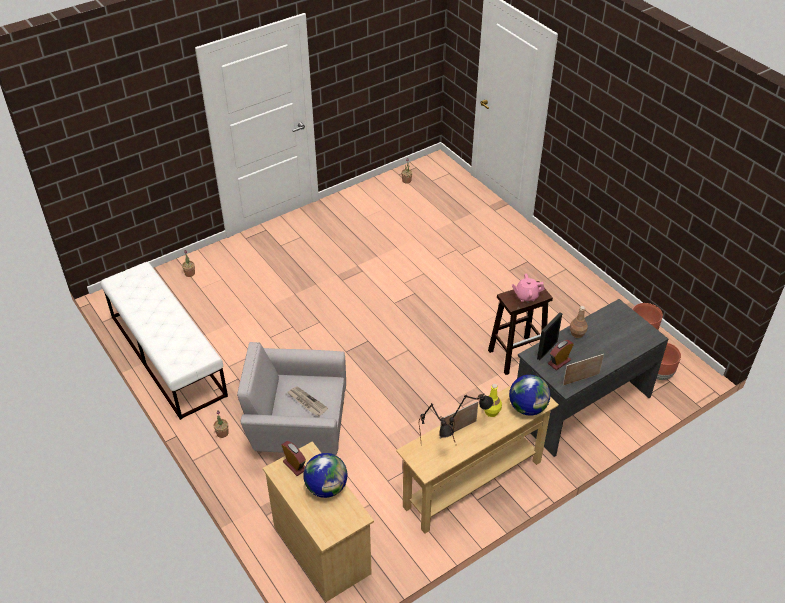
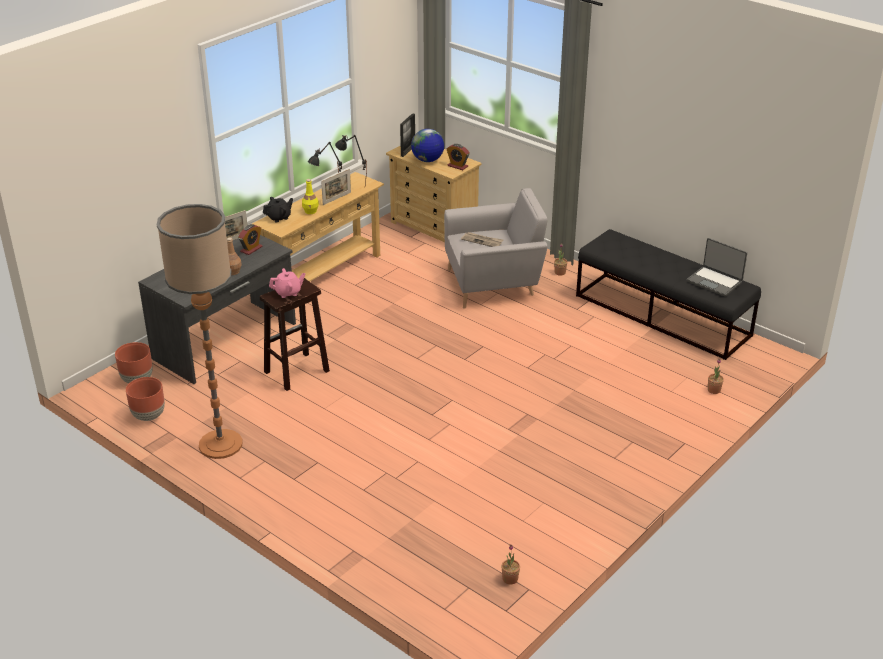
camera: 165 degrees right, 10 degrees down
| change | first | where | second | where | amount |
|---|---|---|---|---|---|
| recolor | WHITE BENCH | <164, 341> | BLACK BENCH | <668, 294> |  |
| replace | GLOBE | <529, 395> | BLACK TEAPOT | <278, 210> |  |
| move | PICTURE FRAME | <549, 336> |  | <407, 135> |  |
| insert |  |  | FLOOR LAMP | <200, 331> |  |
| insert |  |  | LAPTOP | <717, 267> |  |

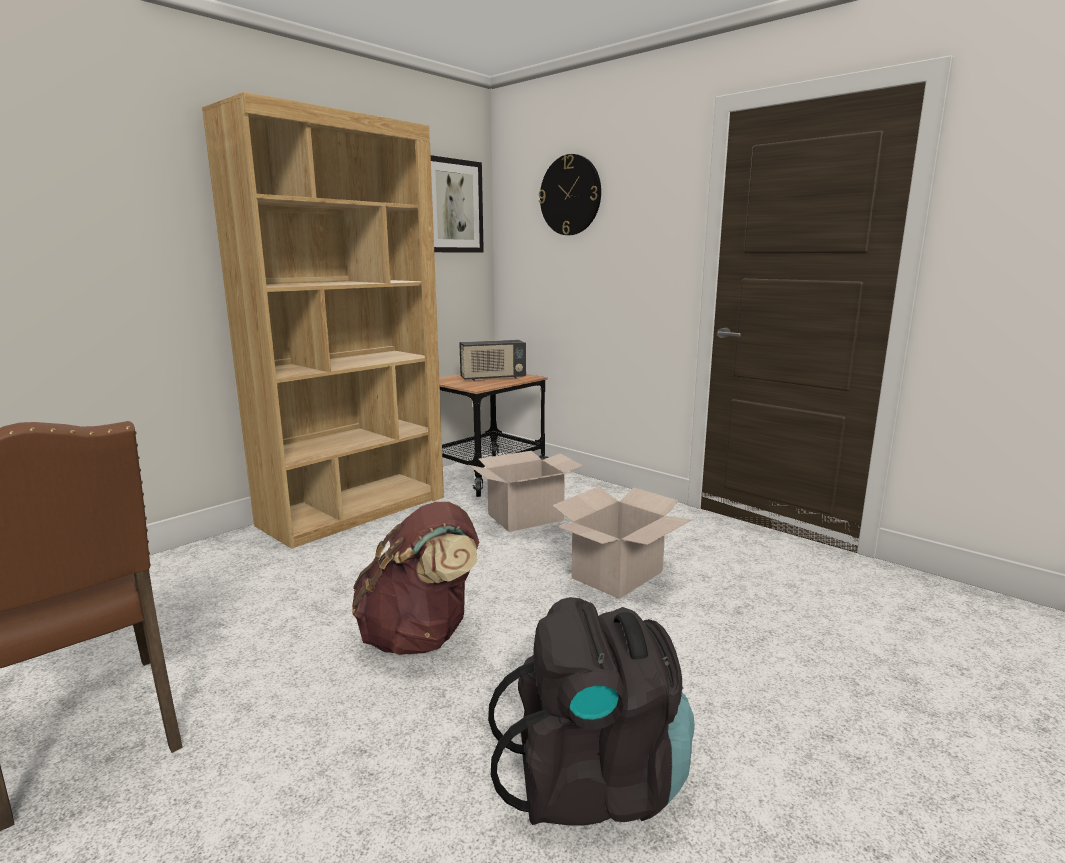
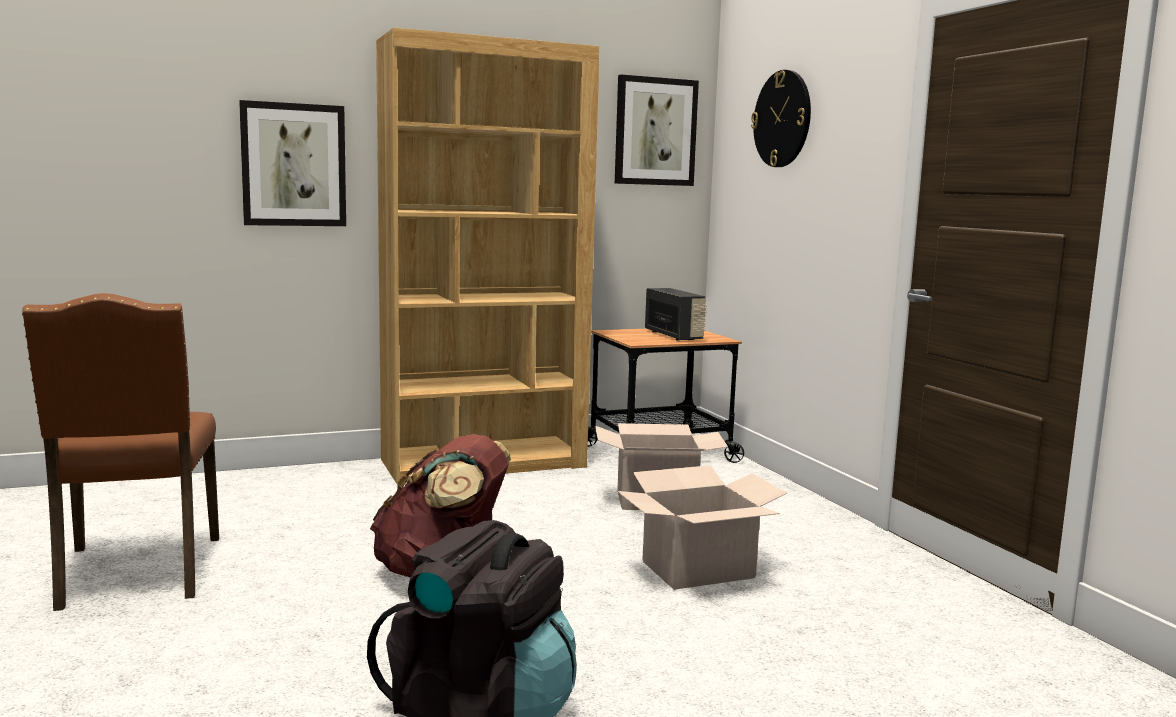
camera: 25 degrees right, 5 degrees down
| change | first | where | second | where | amount |
|---|---|---|---|---|---|
| rotate | RADIO | <492, 360> |  | <676, 314> | 120 degrees counterclockwise |
| insert |  |  | PICTURE | <292, 163> |  |

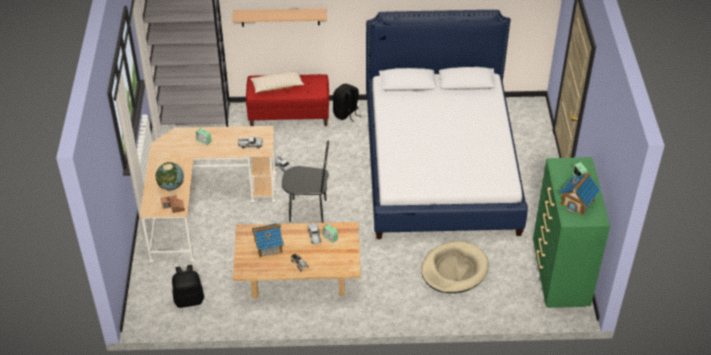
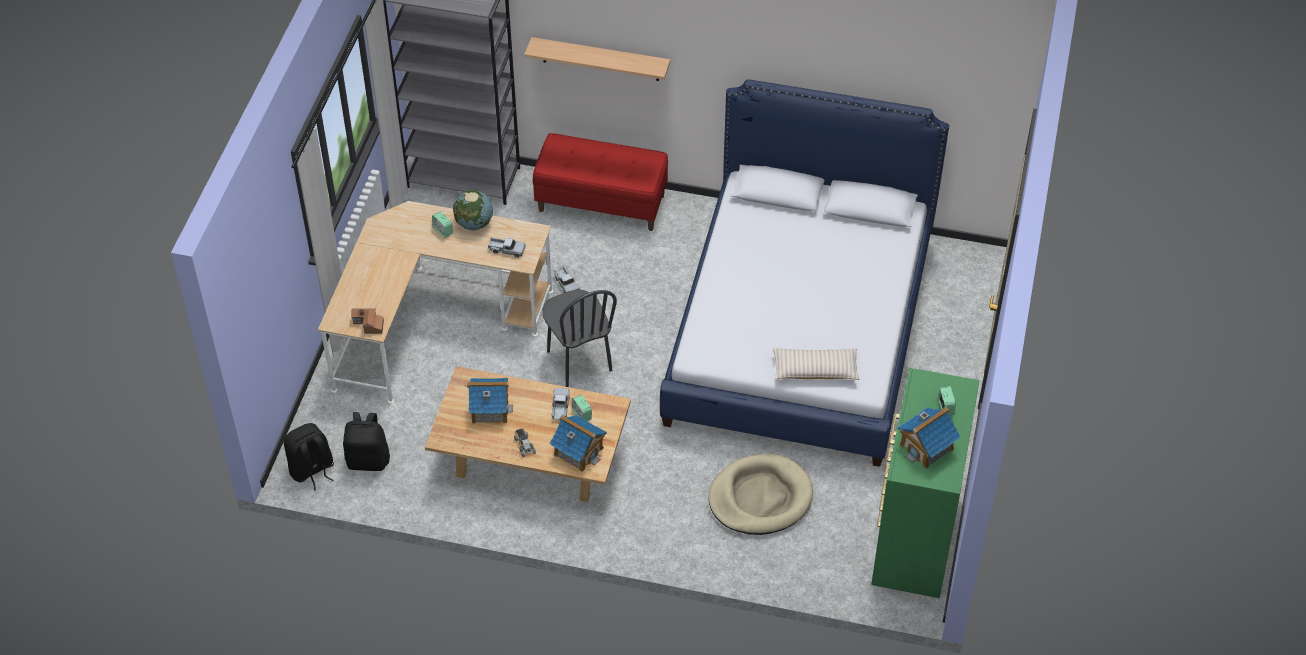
camera: 15 degrees right, 5 degrees up
| change | first | where | second | where | amount |
|---|---|---|---|---|---|
| move | GLOBE | <169, 176> |  | <473, 210> |  |
| move | BEIGE PILLOW | <277, 81> |  | <816, 364> |  |
| rotate | BLACK CHAIR | <305, 182> |  | <580, 338> | 45 degrees clockwise |
| move | BLACK BACKPACK | <346, 103> |  | <309, 457> |  |
| insert |  |  | TOY HOUSE | <578, 443> |  |

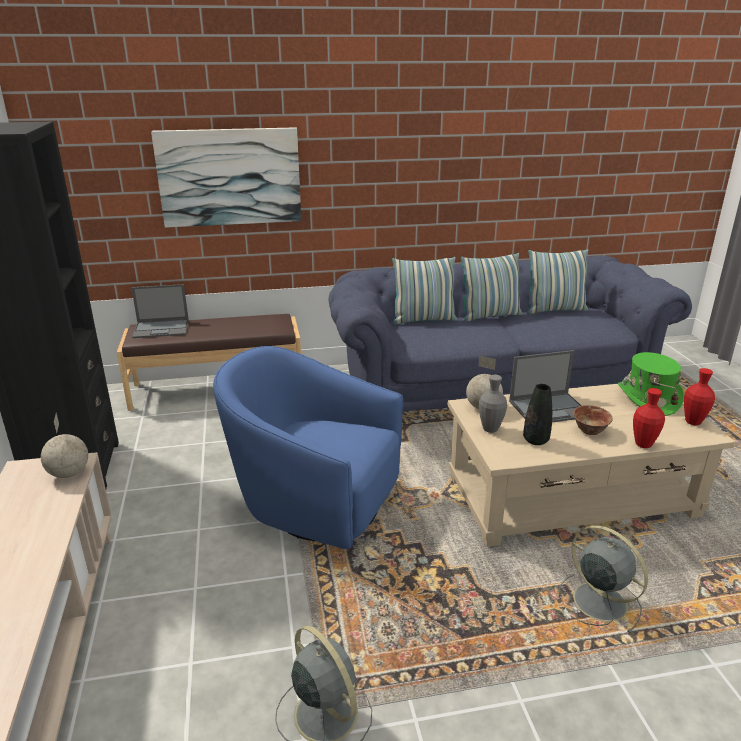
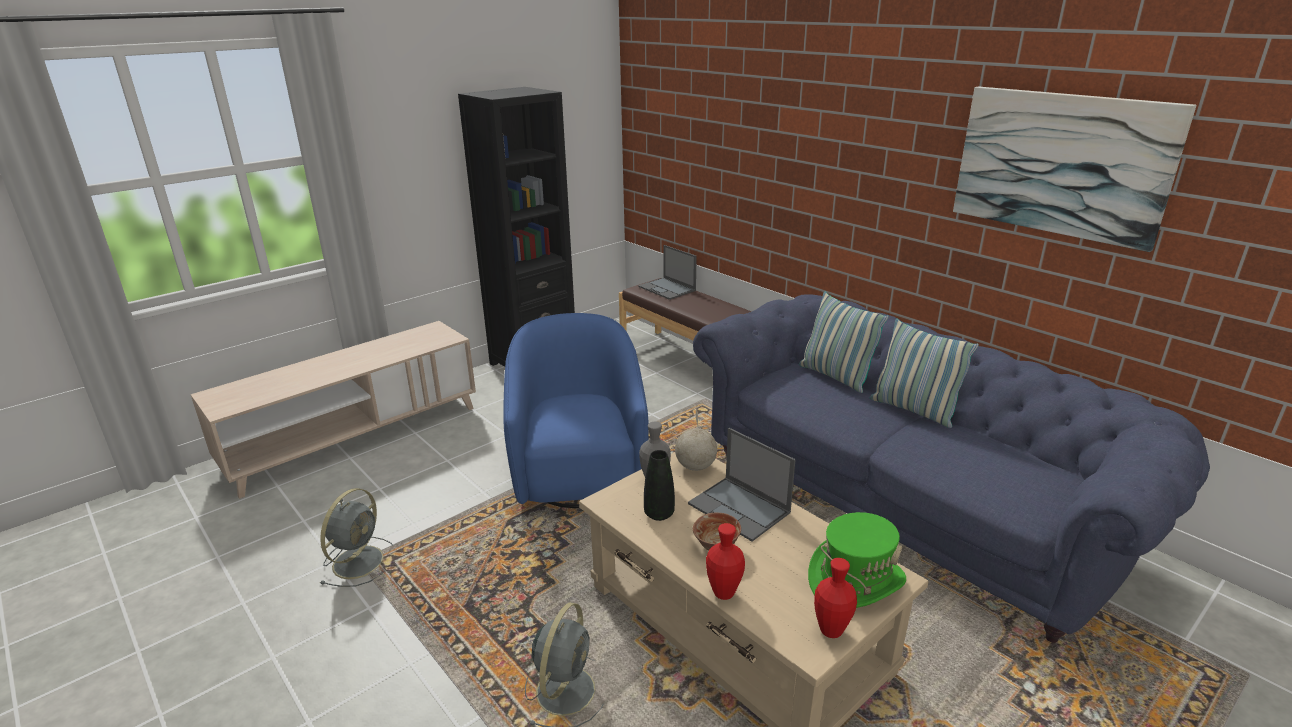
camera: 60 degrees right, 0 degrees up
| change | first | where | second | where | amount |
|---|---|---|---|---|---|
| delete | GLOBE | <64, 445> |  |  |  |
| move | PICTURE | <226, 177> |  | <1075, 169> |  |
| delete | PILLOW | <557, 281> |  |  |  |

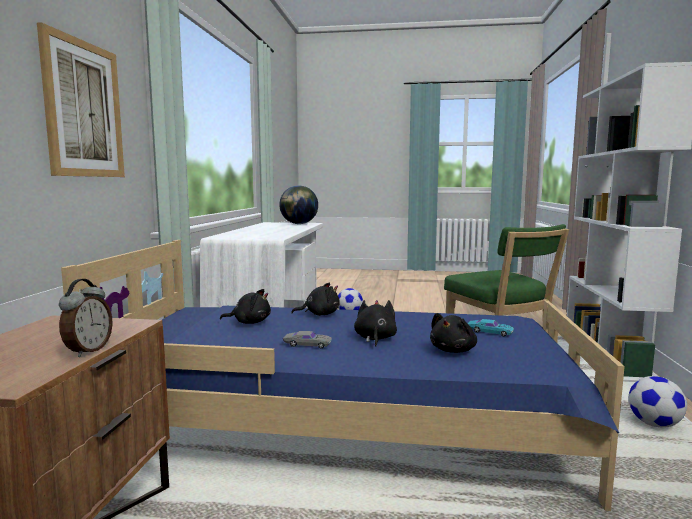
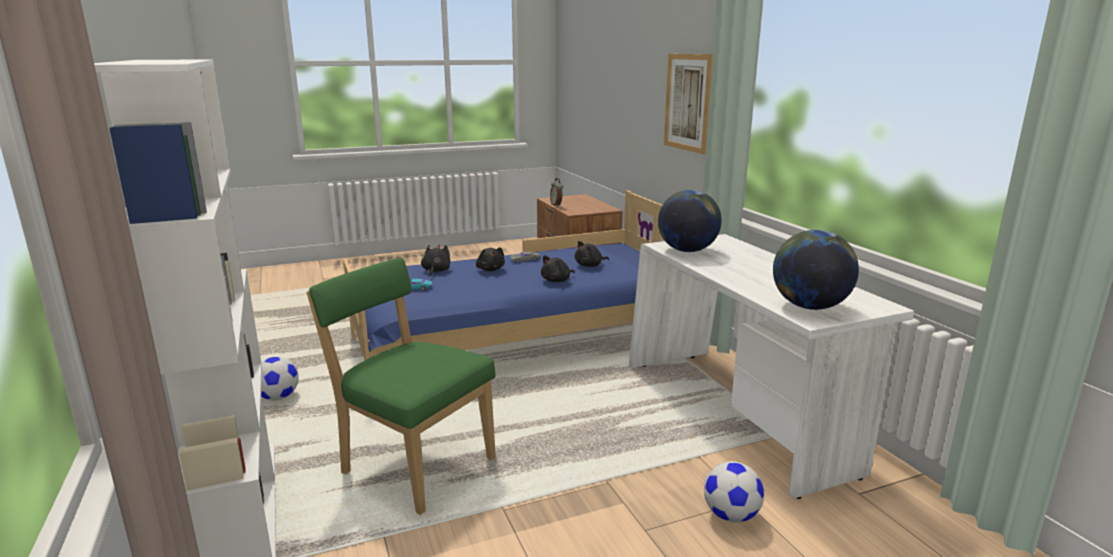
camera: 150 degrees right, 10 degrees up
| change | first | where | second | where | amount |
|---|---|---|---|---|---|
| insert |  |  | GLOBE | <690, 221> |  |

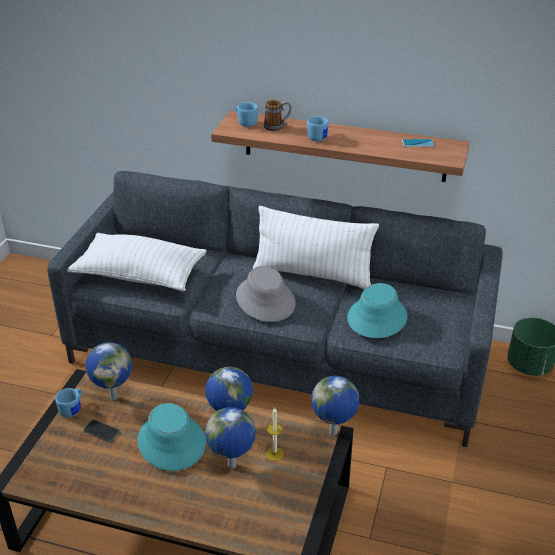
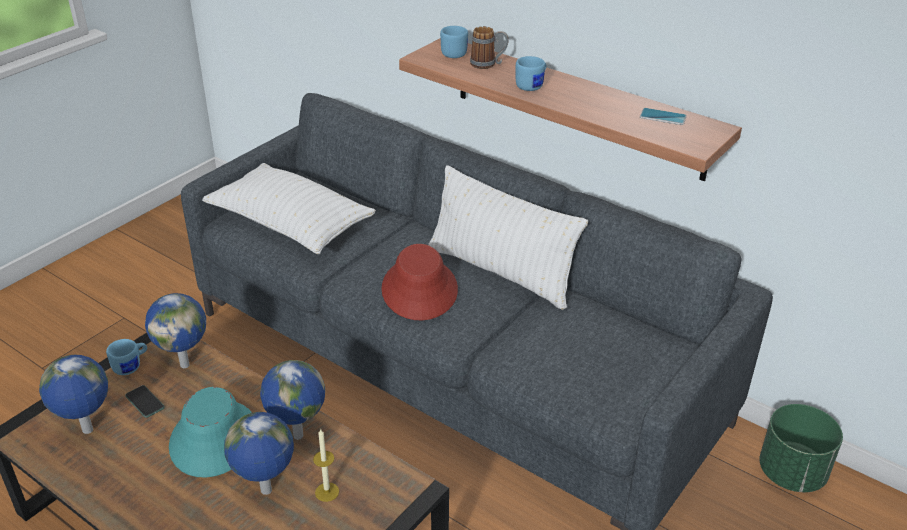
camera: 20 degrees right, 0 degrees up
| change | first | where | second | where | amount |
|---|---|---|---|---|---|
| recolor | GREY HAT | <266, 294> | RED HAT | <420, 282> |  |
| move | GLOBE | <335, 405> |  | <73, 394> |  |
| delete | TURQUOISE HAT | <377, 310> |  |  |  |

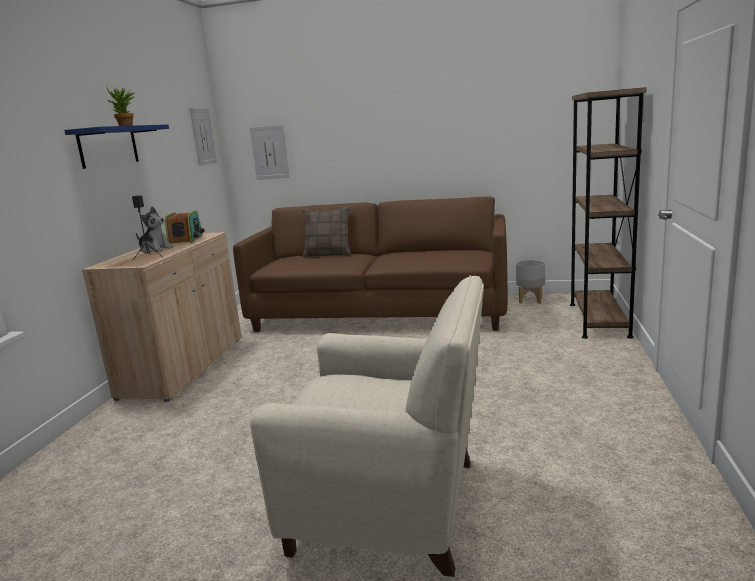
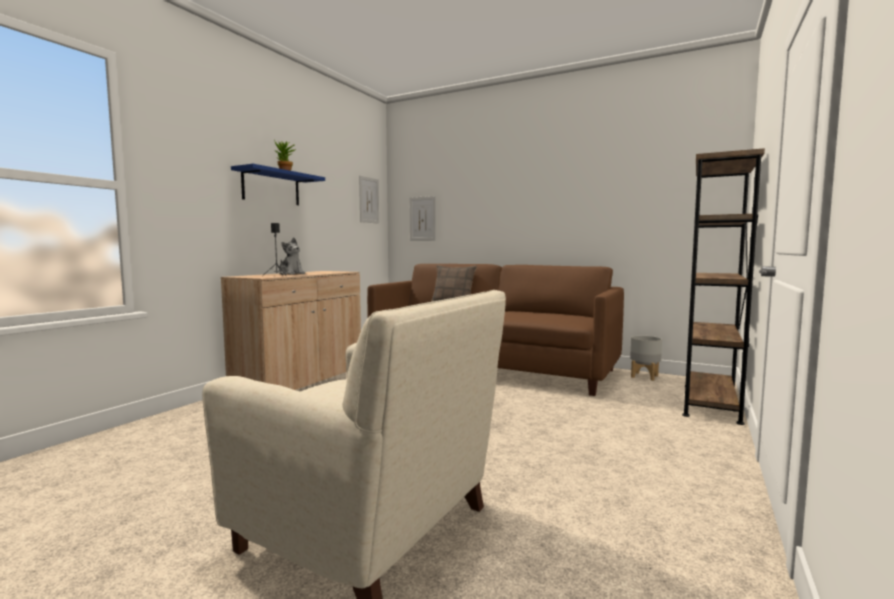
camera: 15 degrees right, 10 degrees down
| change | first | where | second | where | amount |
|---|---|---|---|---|---|
| delete | RADIO | <185, 227> |  |  |  |

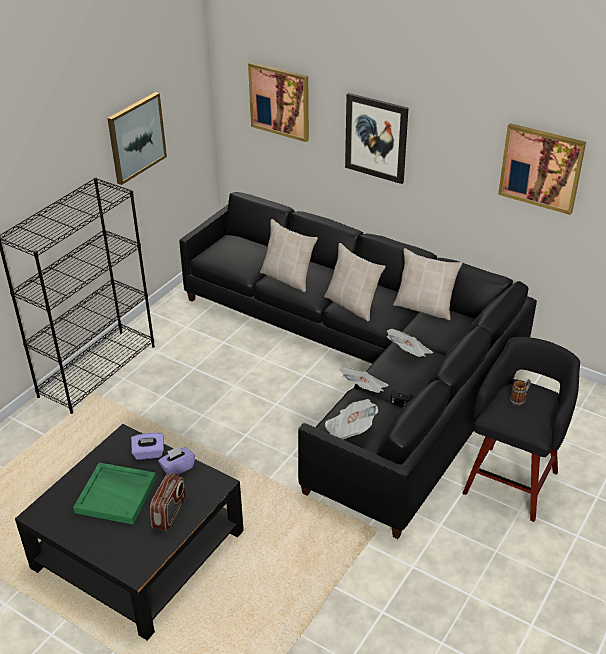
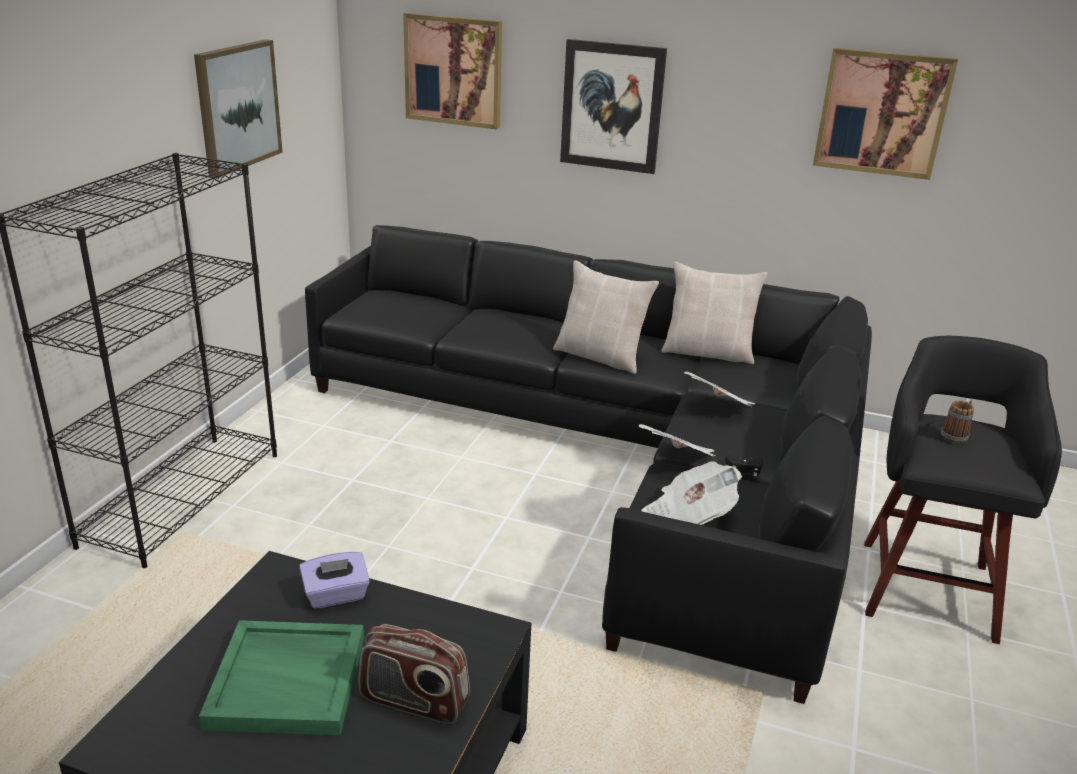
camera: 15 degrees left, 10 degrees down
| change | first | where | second | where | amount |
|---|---|---|---|---|---|
| rotate | RADIO | <168, 502> |  | <414, 674> | 105 degrees clockwise |
| delete | PURPLE TISSUE BOX | <176, 460> |  |  |  |
| delete | BEIGE PILLOW | <289, 255> |  |  |  |

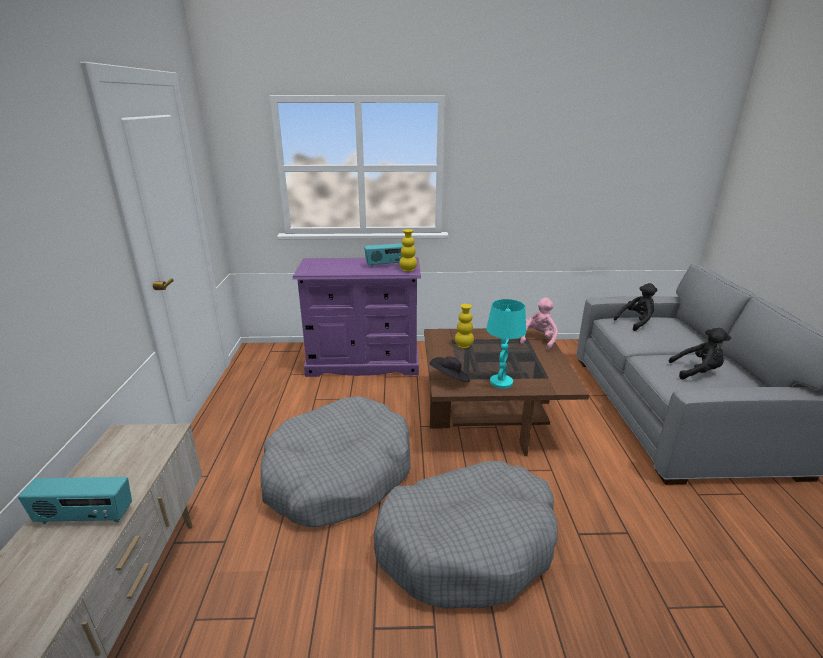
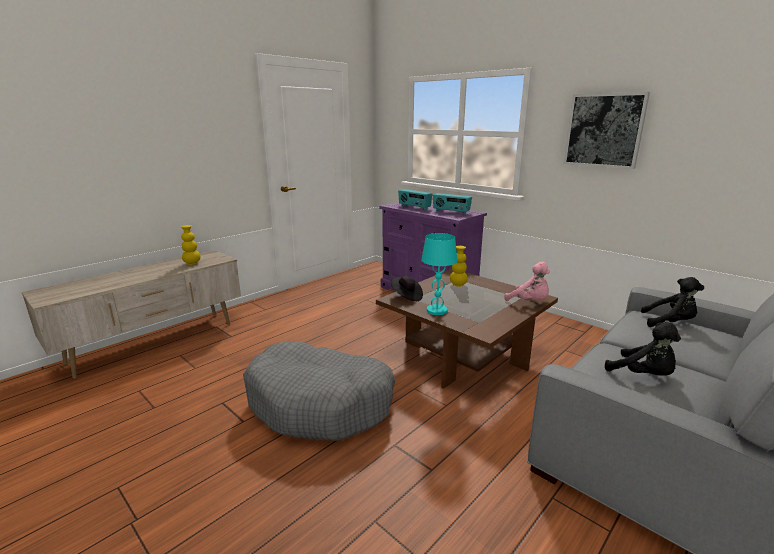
camera: 45 degrees right, 5 degrees down
| change | first | where | second | where | amount |
|---|---|---|---|---|---|
| move | RADIO | <75, 500> |  | <415, 199> |  |
| delete | GREY DOG BED | <336, 462> |  |  |  |
| move | YELLOW VASE | <408, 250> |  | <191, 245> |  |
| rotate | PINK PLUSH TOY | <539, 324> |  | <527, 281> | 60 degrees clockwise |
| insert |  |  | PICTURE | <606, 130> |  |

